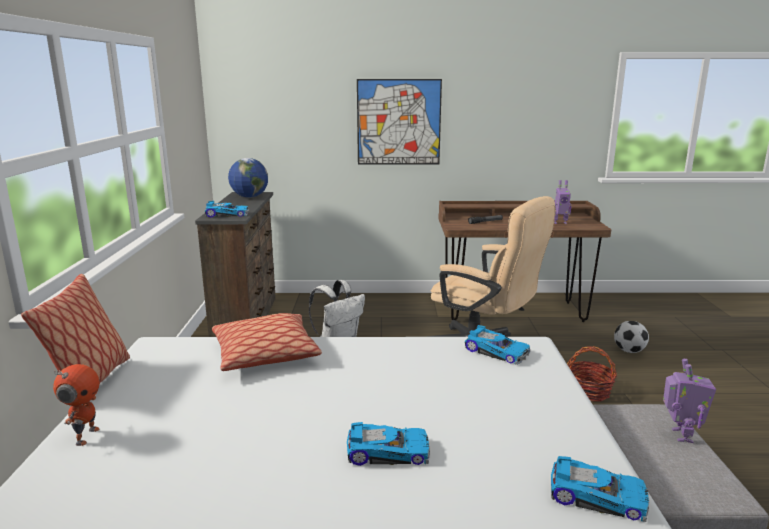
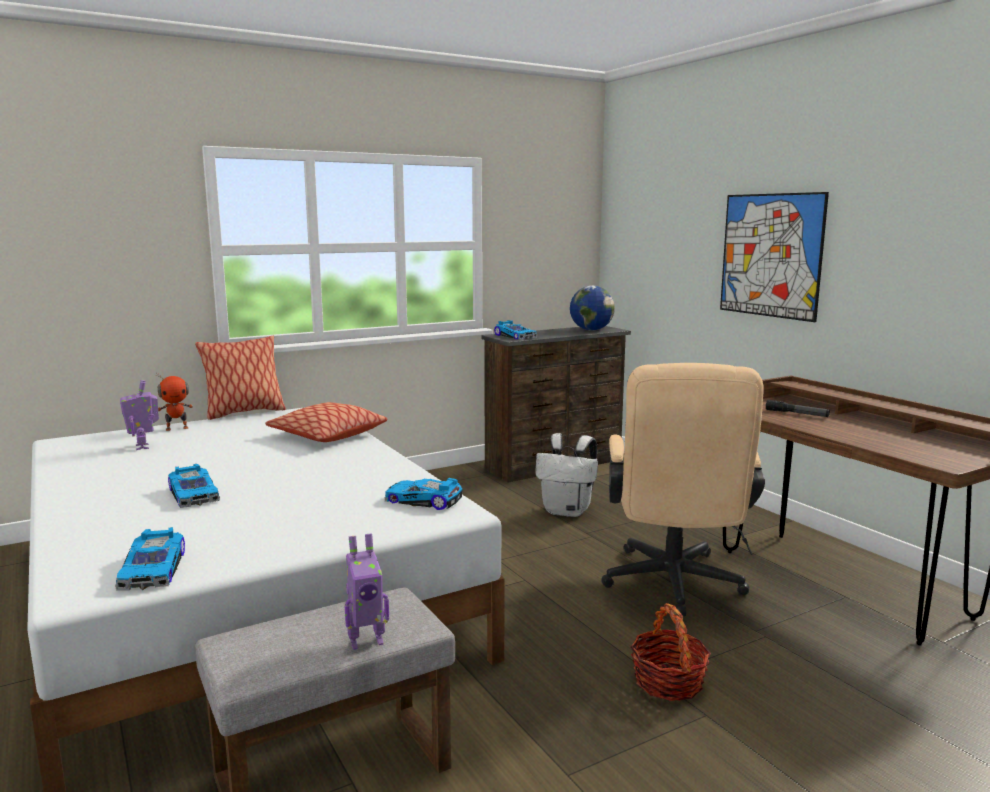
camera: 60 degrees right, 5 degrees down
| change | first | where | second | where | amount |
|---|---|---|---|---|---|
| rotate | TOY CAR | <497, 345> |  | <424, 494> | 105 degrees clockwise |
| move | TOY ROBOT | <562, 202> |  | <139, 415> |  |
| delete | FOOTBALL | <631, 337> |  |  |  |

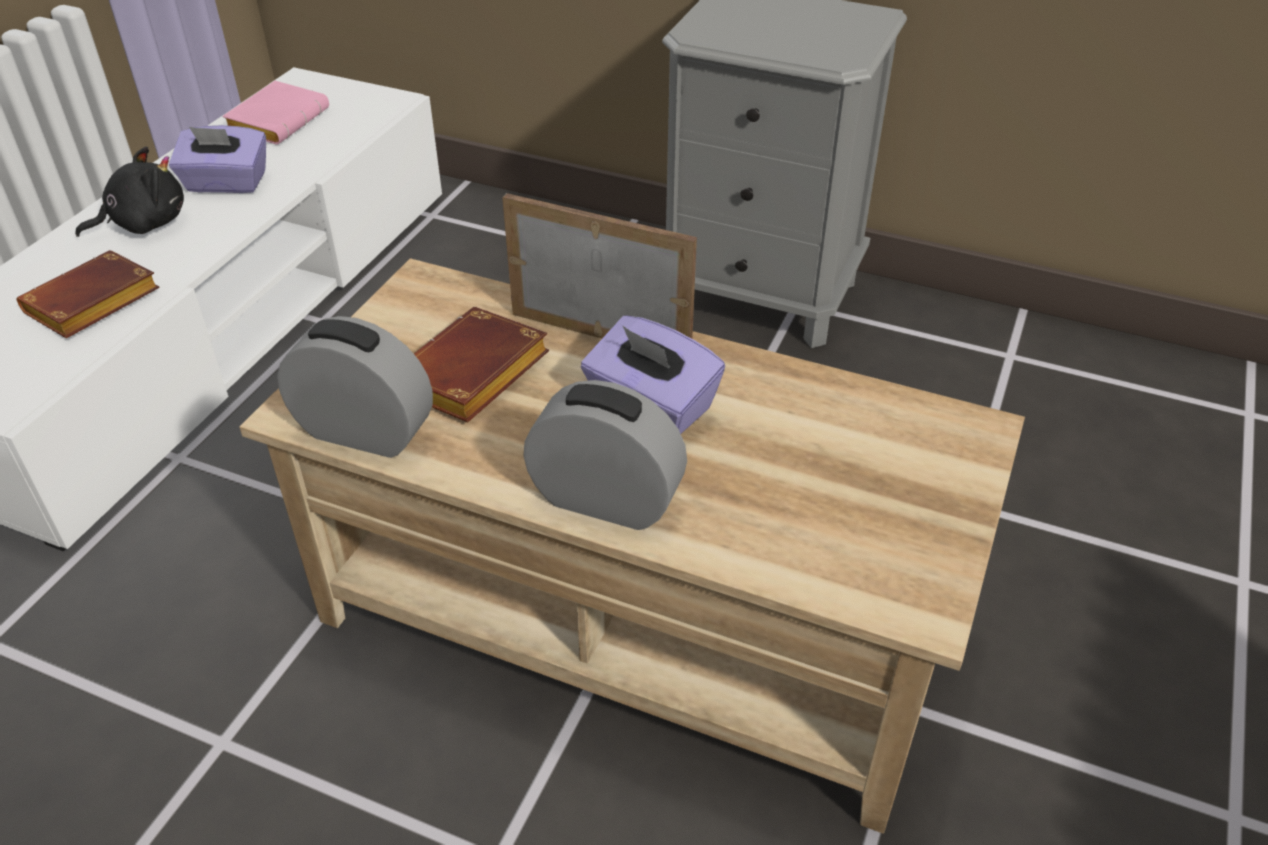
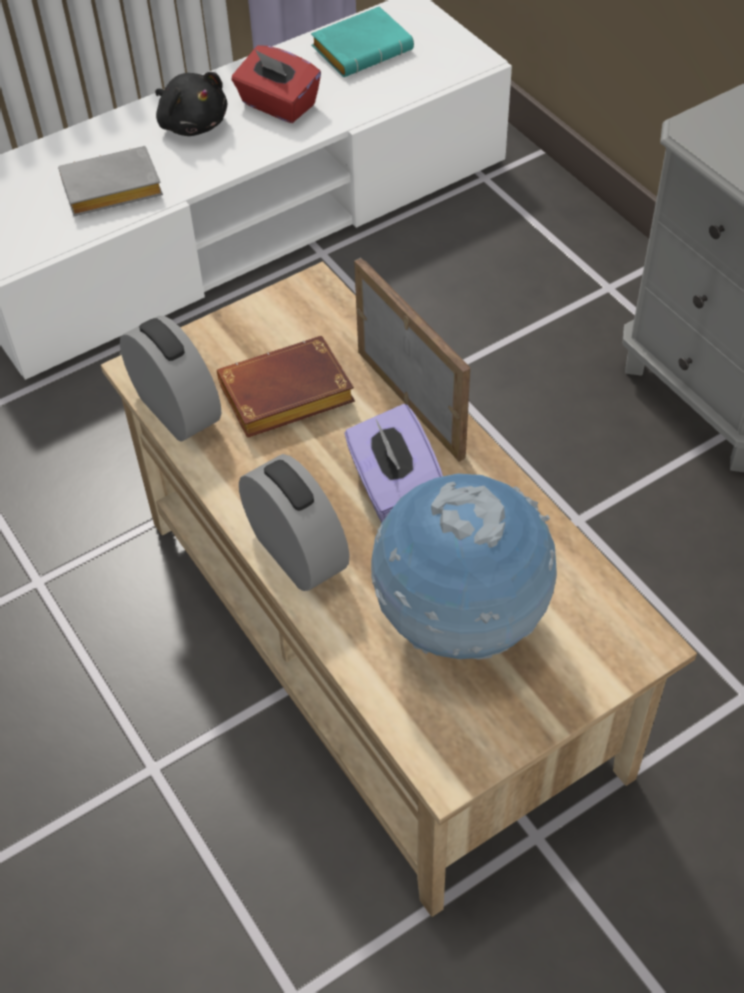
camera: 35 degrees right, 10 degrees up
| change | first | where | second | where | amount |
|---|---|---|---|---|---|
| recolor | BROWN BOOK | <88, 294> | GREY BOOK | <110, 181> |  |
| rotate | BLACK PLUSH TOY | <129, 192> |  | <191, 104> | 45 degrees clockwise |
| recolor | PURPLE TISSUE BOX | <217, 159> | RED TISSUE BOX | <276, 84> |  |
| recolor | PINK BOOK | <275, 113> | TURQUOISE BOOK | <362, 41> |  |
| insert |  |  | GLOBE | <464, 567> |  |

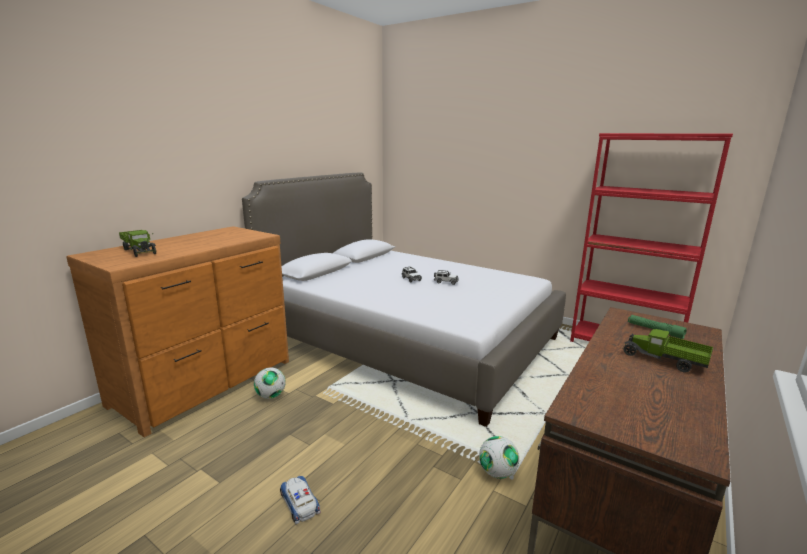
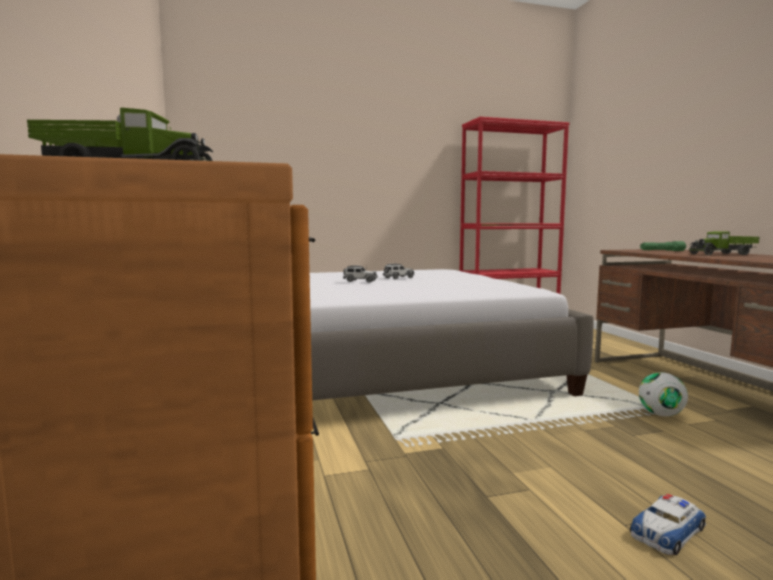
camera: 50 degrees left, 10 degrees down
| change | first | where | second | where | amount |
|---|---|---|---|---|---|
| delete | FOOTBALL | <270, 383> |  |  |  |
| rotate | TOY CAR | <300, 500> |  | <668, 524> | 45 degrees counterclockwise |

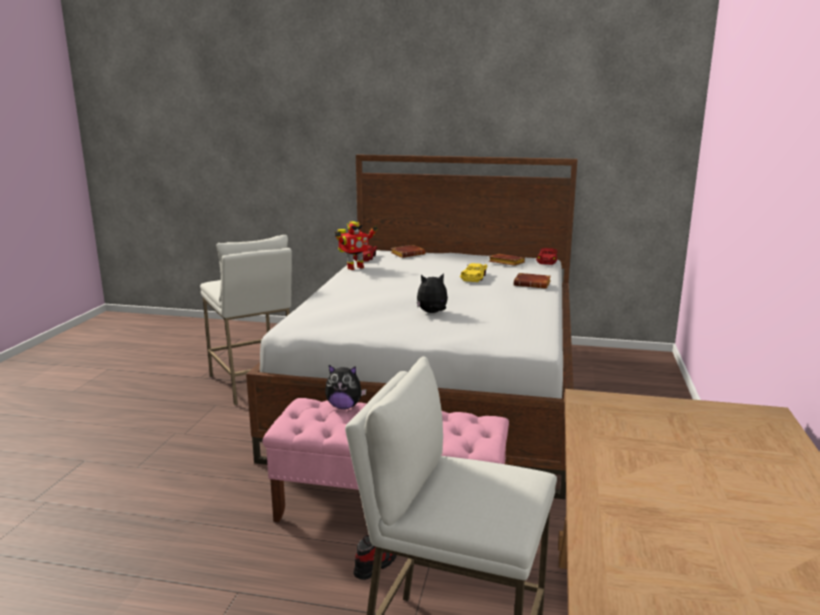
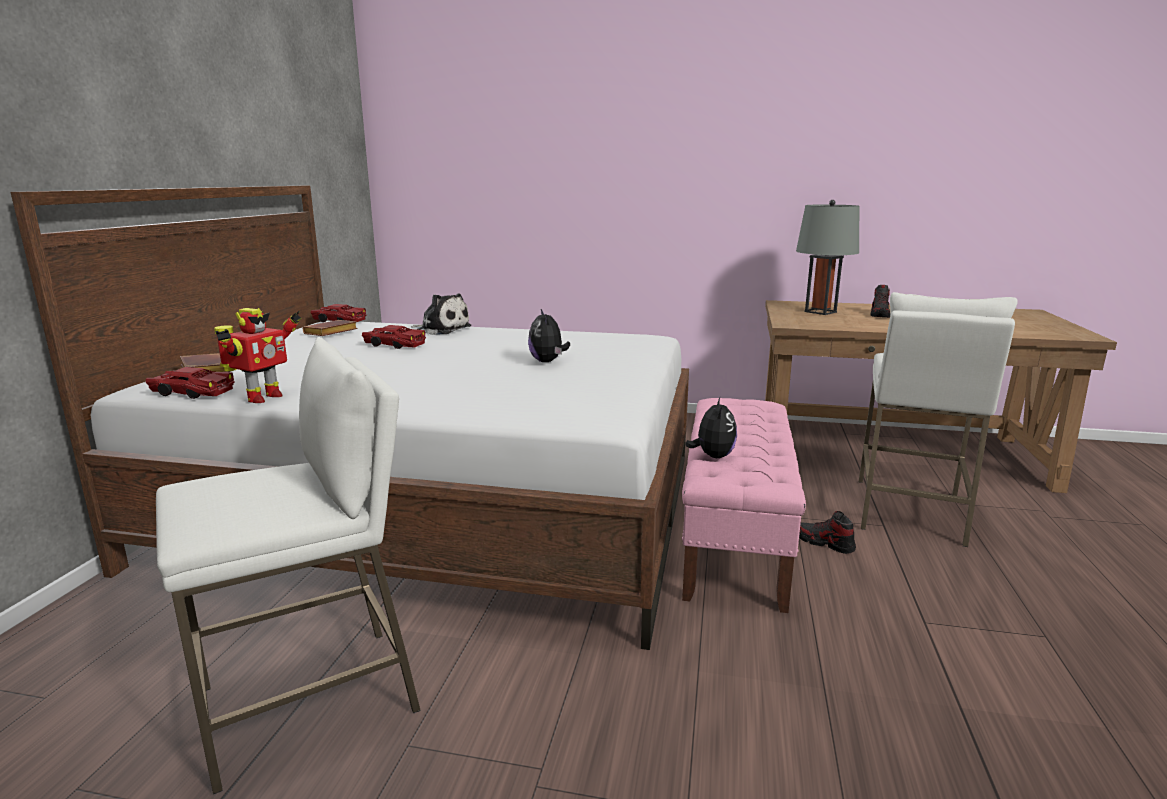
camera: 90 degrees left, 0 degrees up
| change | first | where | second | where | amount |
|---|---|---|---|---|---|
| rotate | TOY ROBOT | <356, 245> |  | <257, 355> | 60 degrees clockwise |
| recolor | YELLOW TOY CAR | <473, 272> | RED TOY CAR | <394, 337> |  |
| replace | BROWN BOOK | <532, 281> | PLUSH TOY | <441, 314> |  |
| insert |  |  | GREY TABLE LAMP | <827, 257> |  |
| insert |  |  | SHOE | <880, 301> |  |

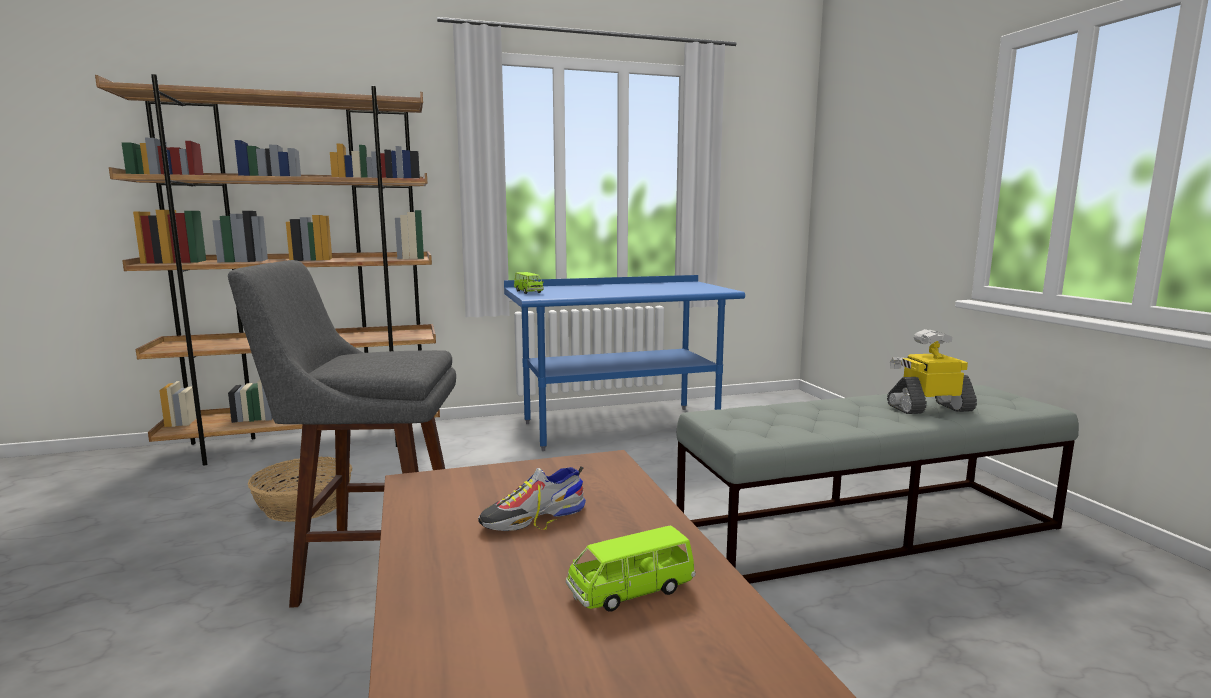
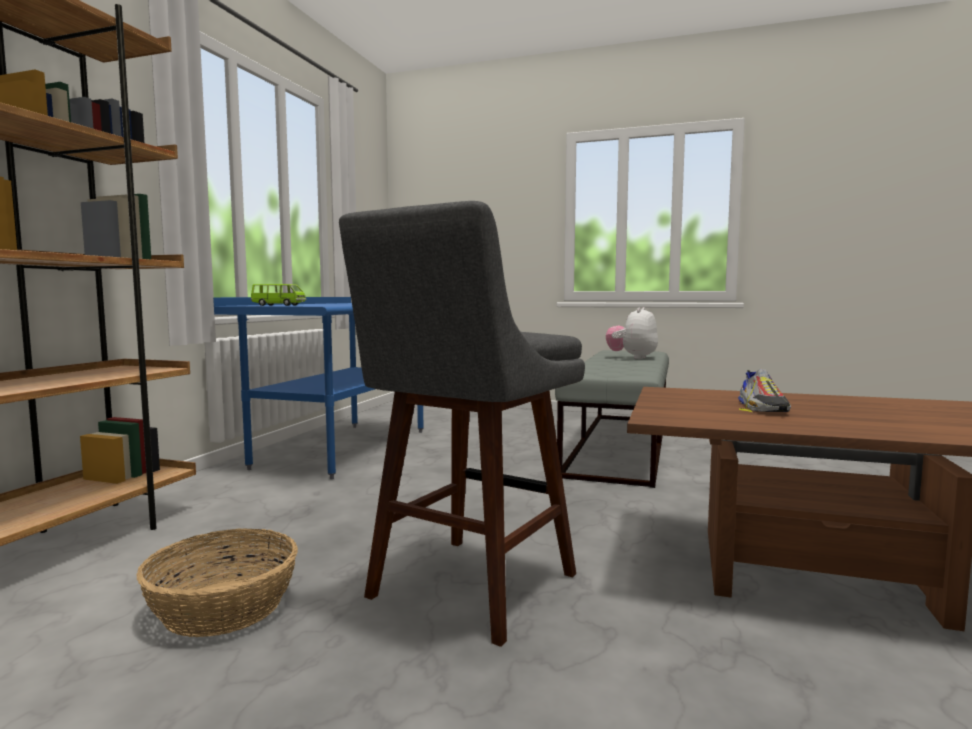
camera: 55 degrees left, 5 degrees down
| change | first | where | second | where | amount |
|---|---|---|---|---|---|
| delete | GREEN TOY CAR | <630, 568> |  |  |  |
| replace | TOY ROBOT | <932, 371> | PLUSH TOY | <632, 333> |  |

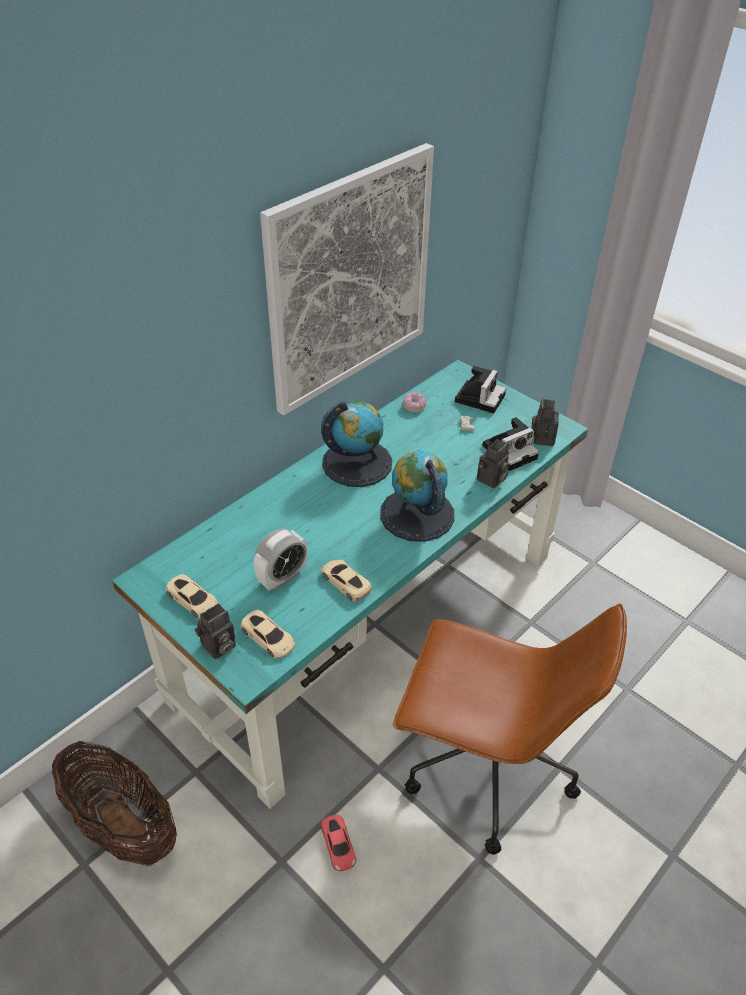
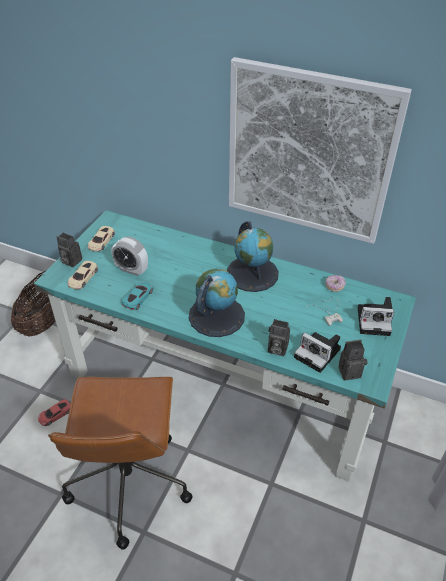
camera: 70 degrees right, 0 degrees up
| change | first | where | second | where | amount |
|---|---|---|---|---|---|
| recolor | BEIGE TOY CAR | <346, 580> | TURQUOISE TOY CAR | <137, 296> |  |

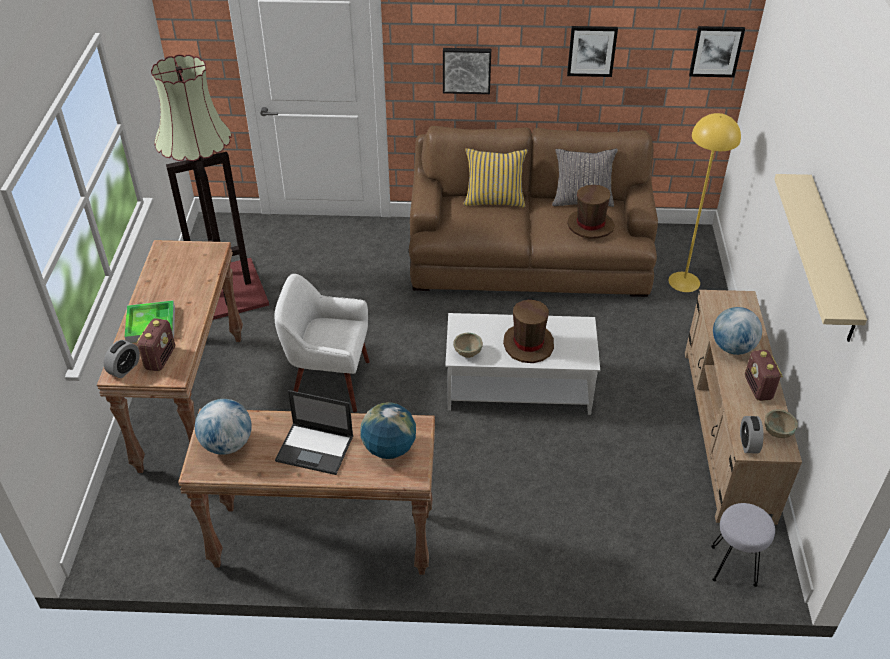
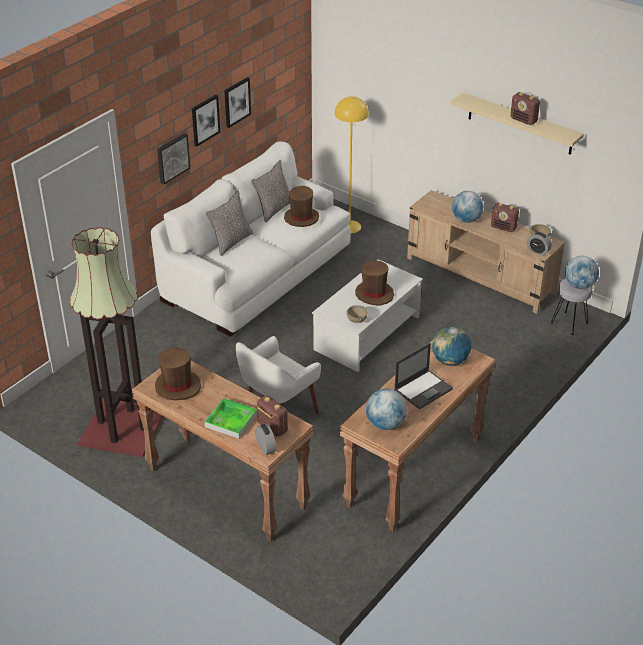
camera: 55 degrees left, 5 degrees down
| change | first | where | second | where | amount |
|---|---|---|---|---|---|
| recolor | BROWN SOFA | <533, 211> | WHITE SOFA | <250, 239> |  |
| recolor | YELLOW PILLOW | <496, 178> | GREY PILLOW | <229, 223> |  |
| move | PICTURE | <717, 51> |  | <206, 121> |  |
| insert |  |  | BROWN HAT | <178, 373> |  |
| insert |  |  | RADIO | <525, 108> |  |
| insert |  |  | GLOBE | <582, 272> |  |

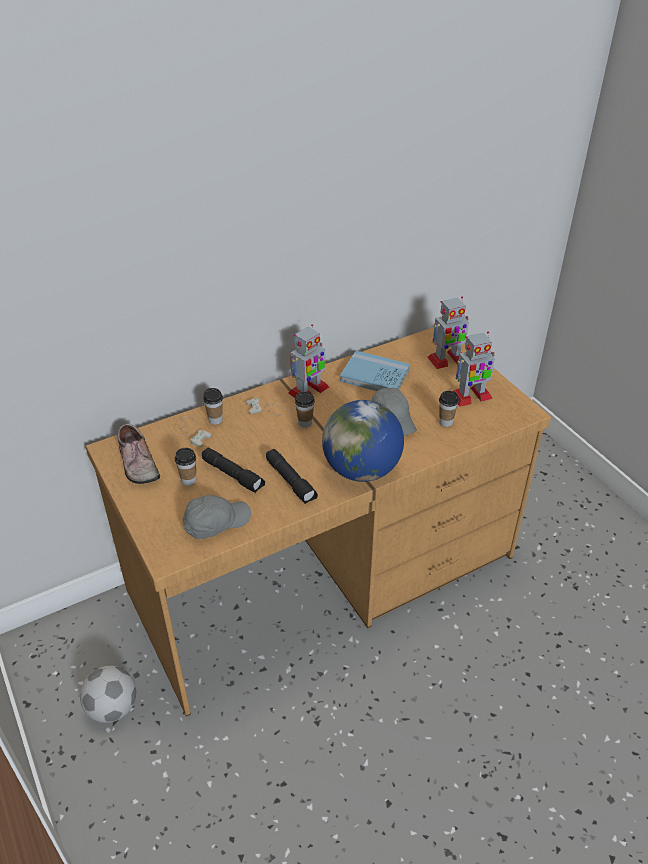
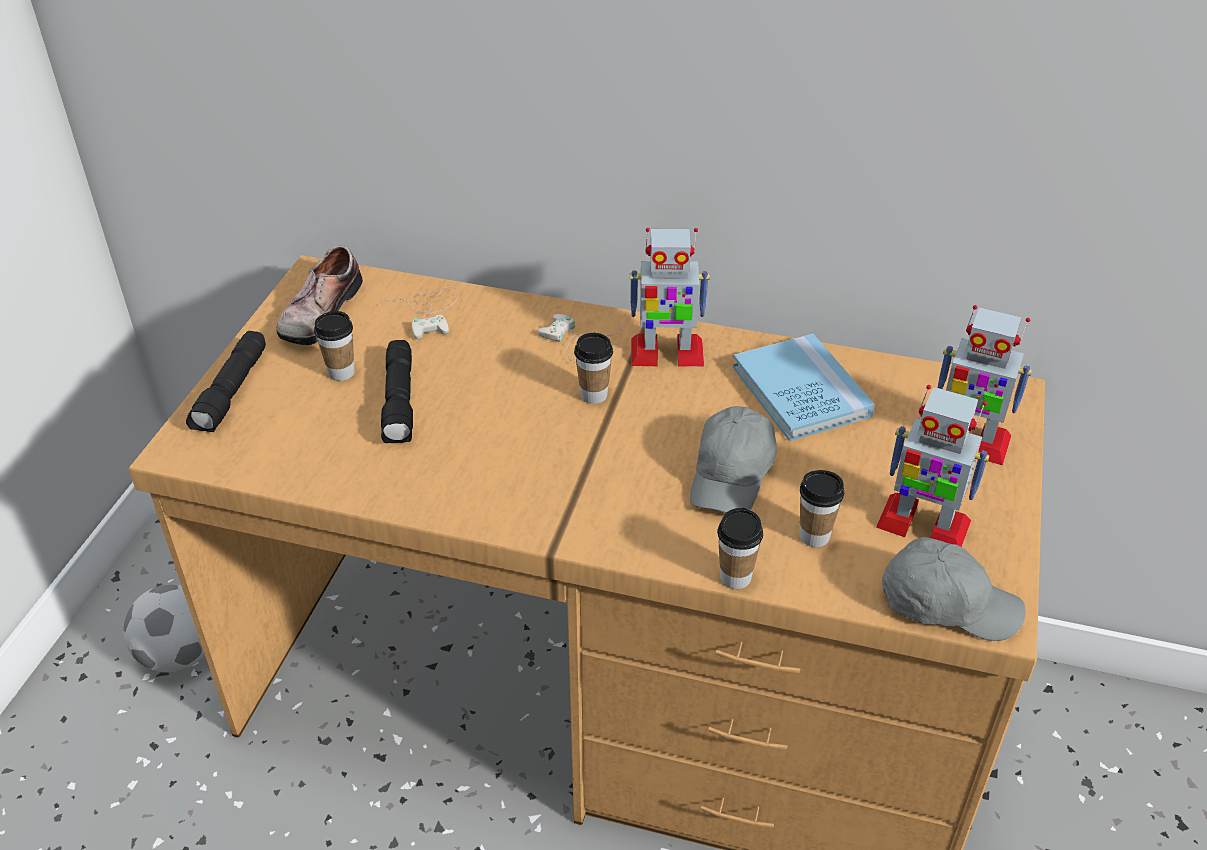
camera: 45 degrees right, 0 degrees up
| change | first | where | second | where | amount |
|---|---|---|---|---|---|
| move | GREY CAP | <217, 517> |  | <954, 589> |  |
| move | CUP | <213, 406> |  | <740, 548> |  |
| move | BLACK FLASHLIGHT | <292, 476> |  | <226, 381> |  |
| delete | GLOBE | <363, 441> |  |  |  |

